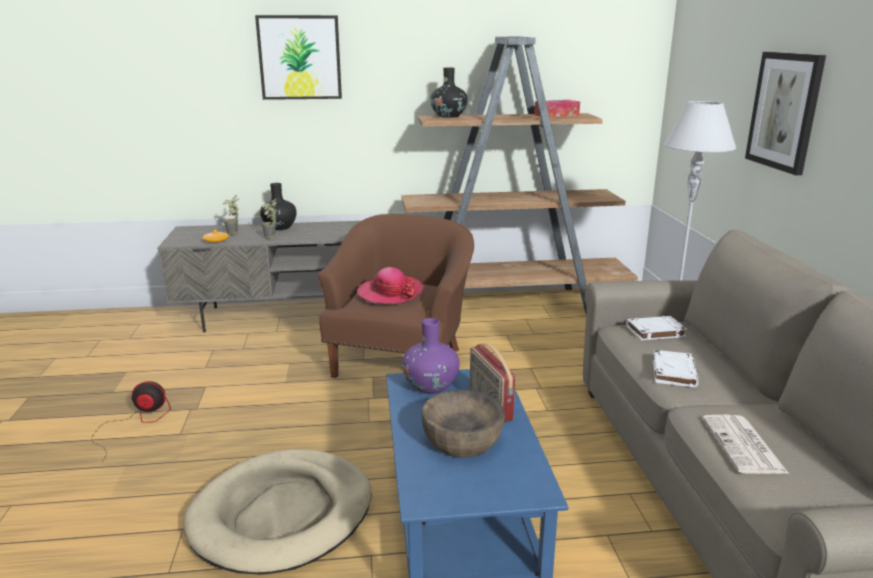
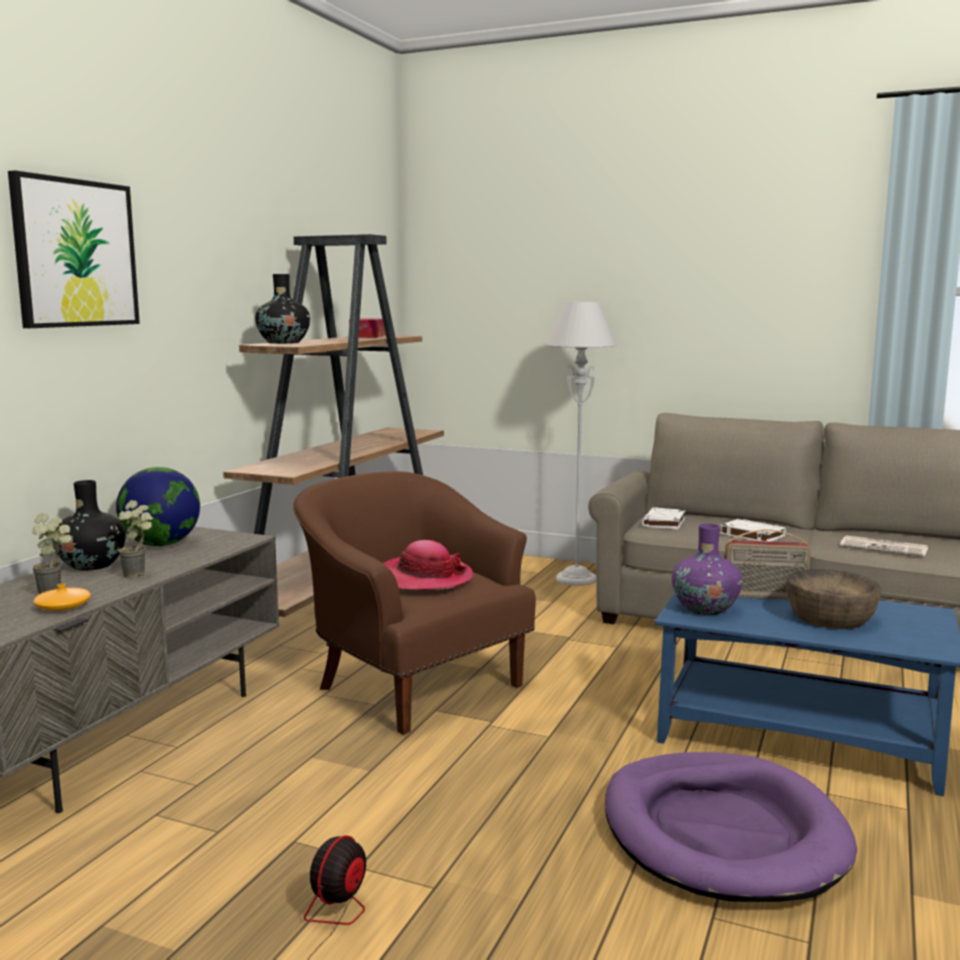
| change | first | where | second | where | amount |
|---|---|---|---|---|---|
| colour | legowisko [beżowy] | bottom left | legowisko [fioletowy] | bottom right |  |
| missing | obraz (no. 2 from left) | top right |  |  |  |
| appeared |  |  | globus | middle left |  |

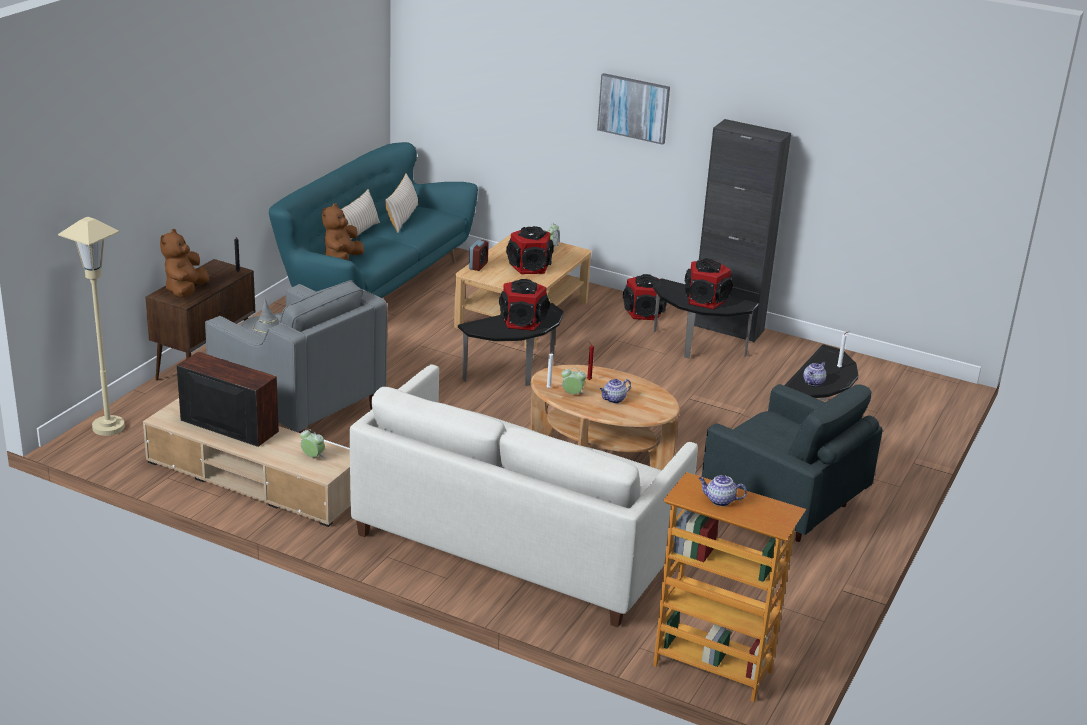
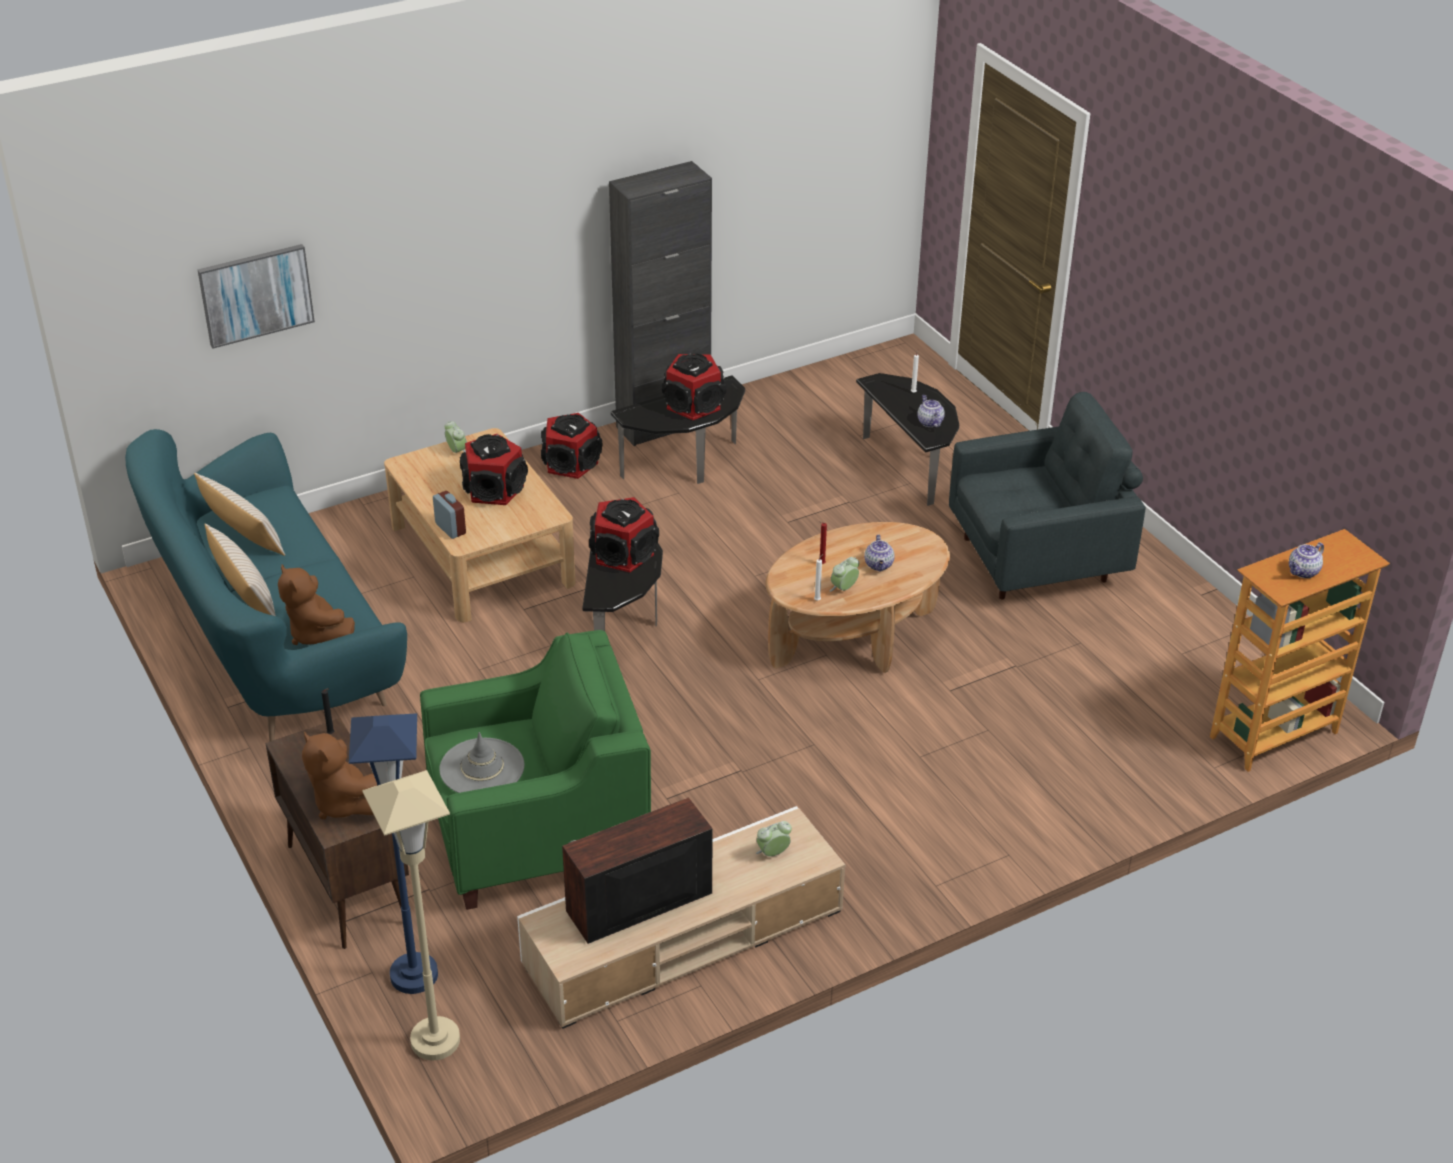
| change | first | where | second | where | amount |
|---|---|---|---|---|---|
| colour | fotel [szary] (no. 1 from left) | middle left | fotel [zielony] | centre |  |
| missing | kanapa [biały] | bottom centre |  |  |  |
| relocated | obraz | top centre |  | top left |  |
| appeared |  |  | lampa stojąca [niebieski] | bottom left |  |

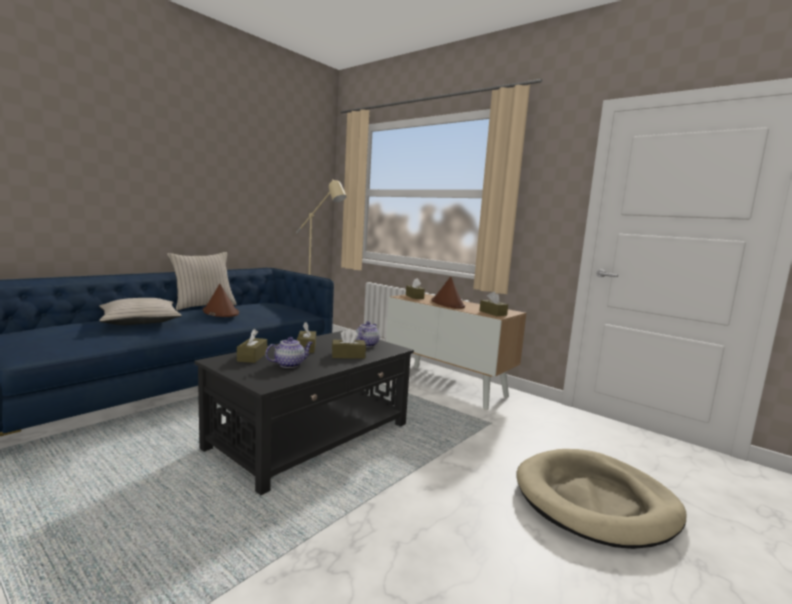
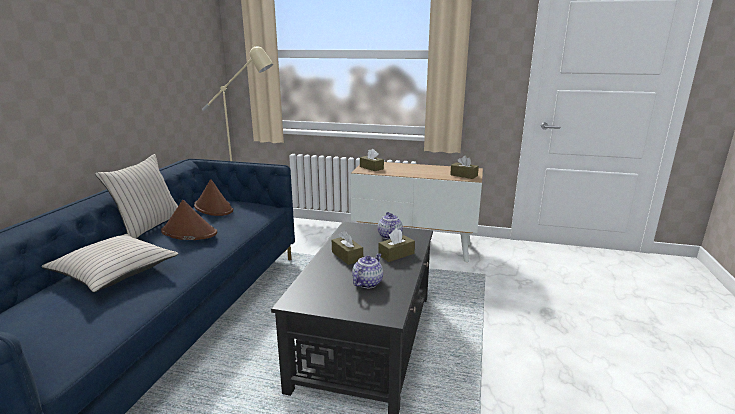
| change | first | where | second | where | amount |
|---|---|---|---|---|---|
| missing | pudełko chusteczek [brązowy] (no. 1 from left) | middle left |  |  |  |
| relocated | kapelusz [brązowy] (no. 2 from left) | centre |  | middle left |  |
| missing | legowisko [beżowy] | bottom right |  |  |  |

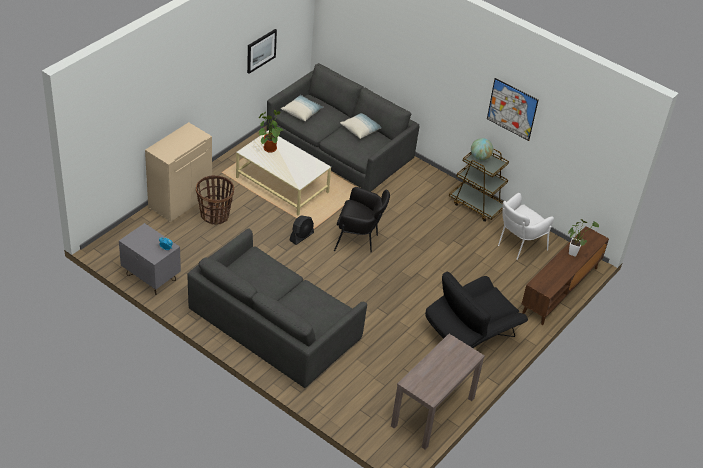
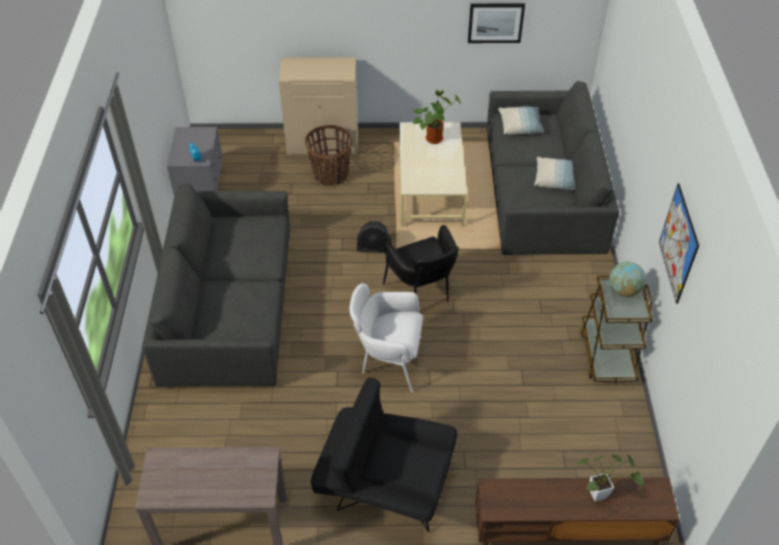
| change | first | where | second | where | amount |
|---|---|---|---|---|---|
| relocated | fotel [biały] | middle right |  | centre |  |

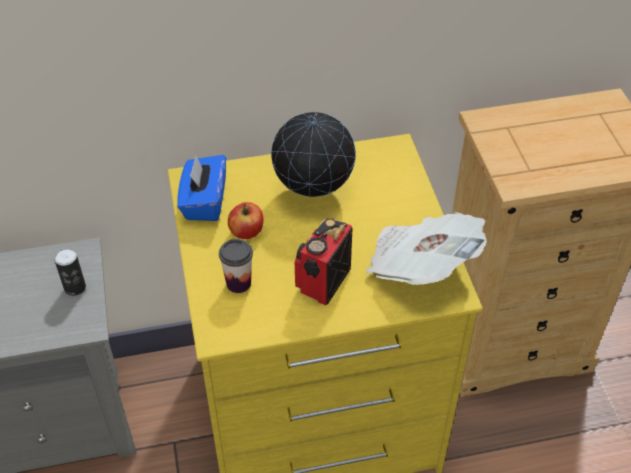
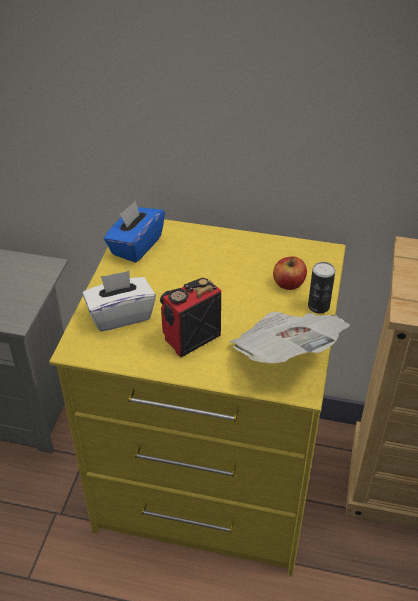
| change | first | where | second | where | amount |
|---|---|---|---|---|---|
| relocated | puszka | middle left |  | middle right |  |
| exchanged | filiżanka | centre | pudełko chusteczek [biały] | middle left |  |
| relocated | jabłko | centre |  | middle right |  |
| missing | globus | top centre |  |  |  |

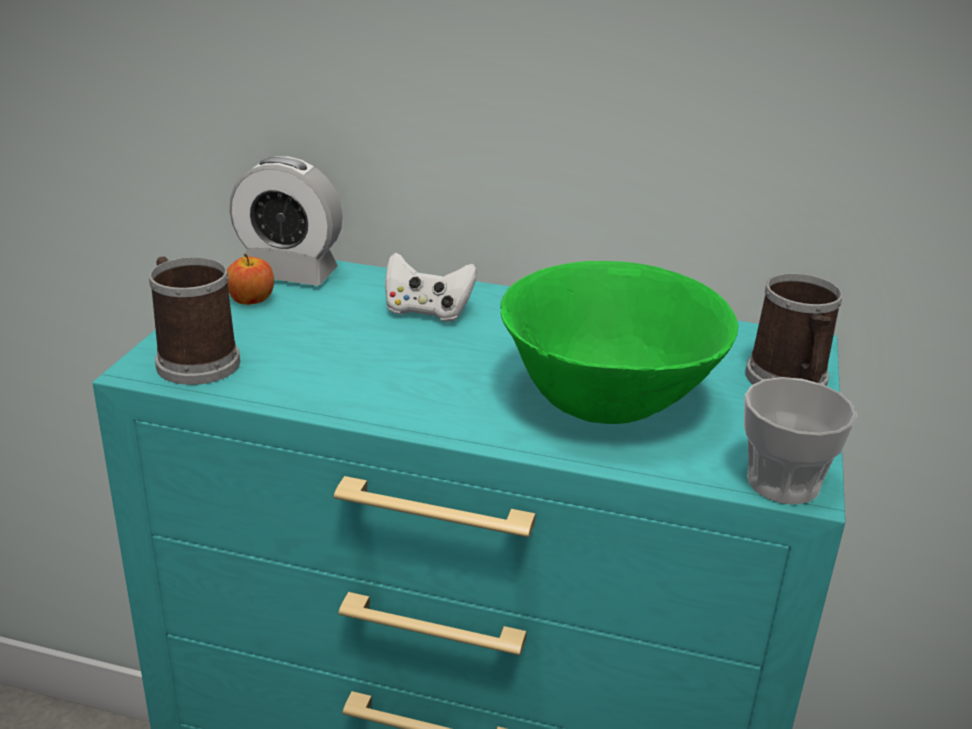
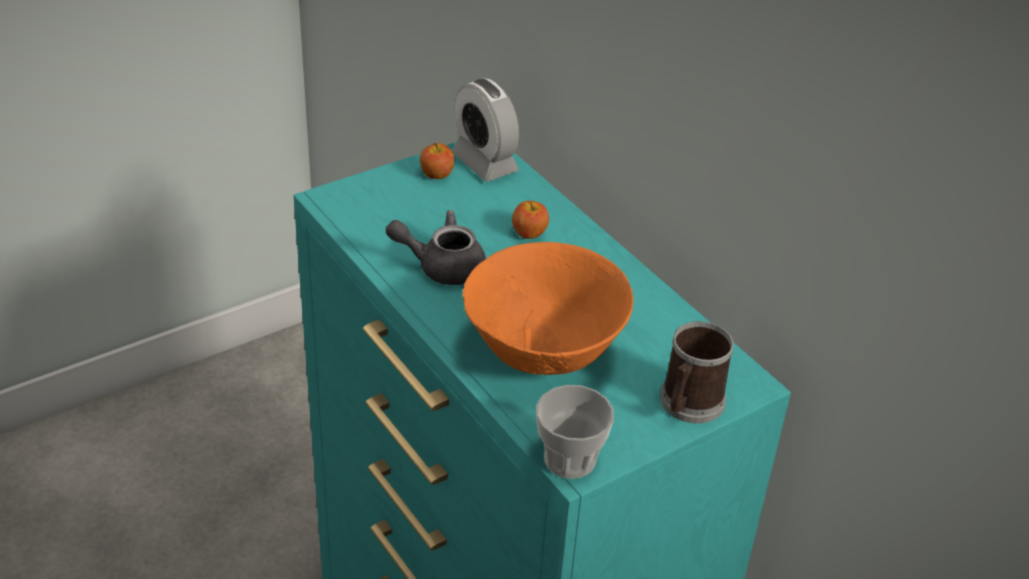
| change | first | where | second | where | amount |
|---|---|---|---|---|---|
| missing | kubek (no. 1 from left) | middle left |  |  |  |
| exchanged | pad do gier [biały] | centre | jabłko (no. 2 from left) | centre |  |
| colour | miska [zielony] | centre | miska [pomarańczowy] | centre |  |
| appeared |  |  | imbryk [szary] | centre |  |

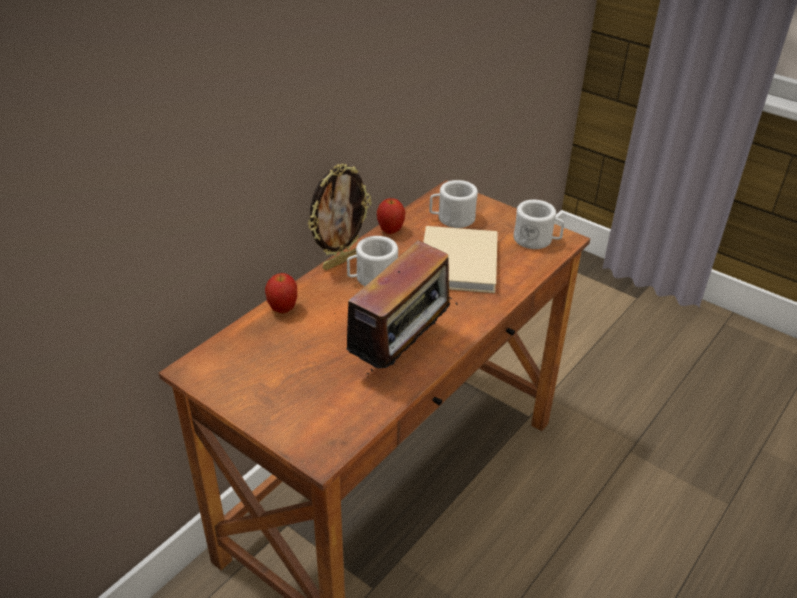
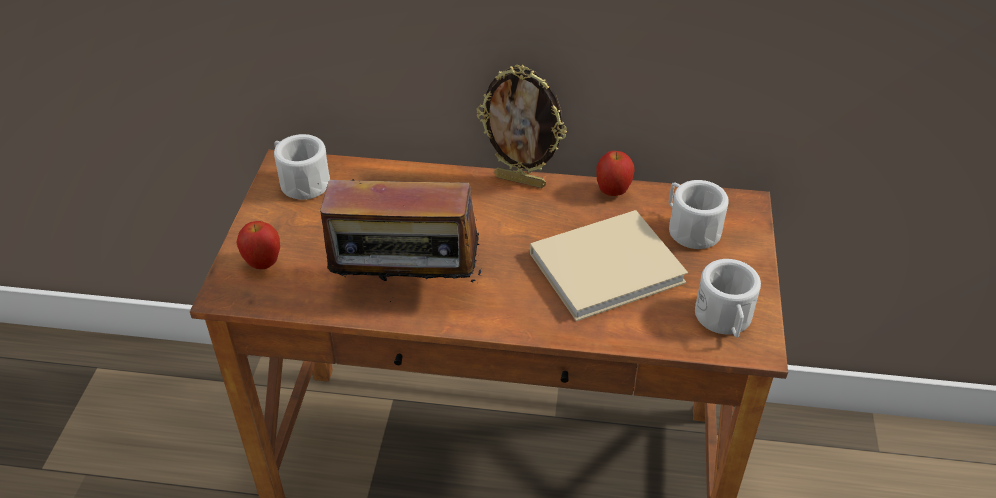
| change | first | where | second | where | amount |
|---|---|---|---|---|---|
| relocated | jabłko (no. 1 from left) | centre |  | middle left |  |
| relocated | kubek [biały] (no. 1 from left) | centre |  | middle left |  |

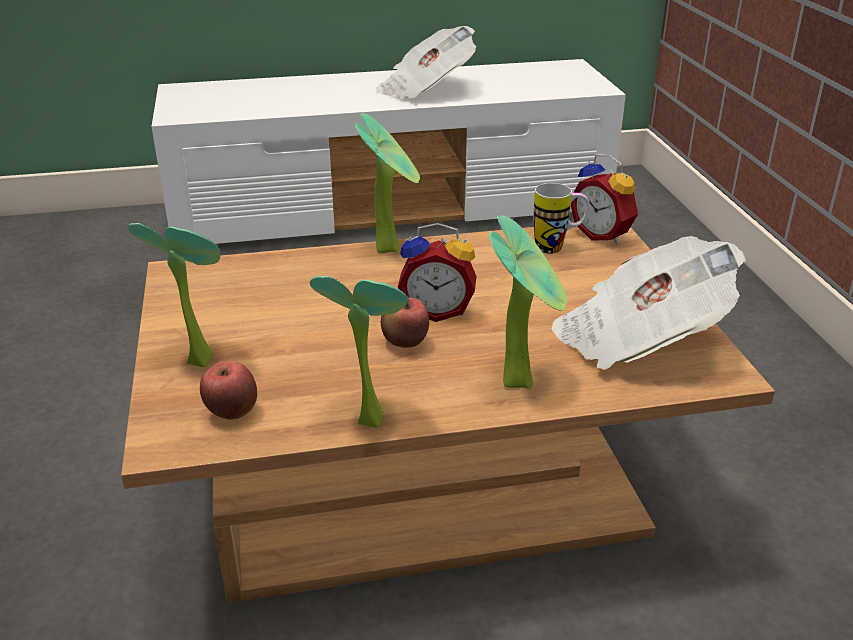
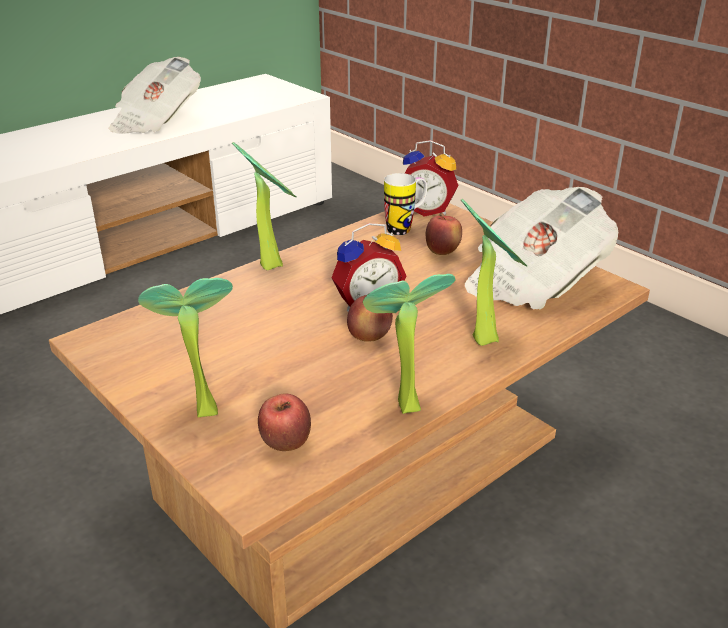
| change | first | where | second | where | amount |
|---|---|---|---|---|---|
| appeared |  |  | jabłko (no. 3 from left) | centre |  |

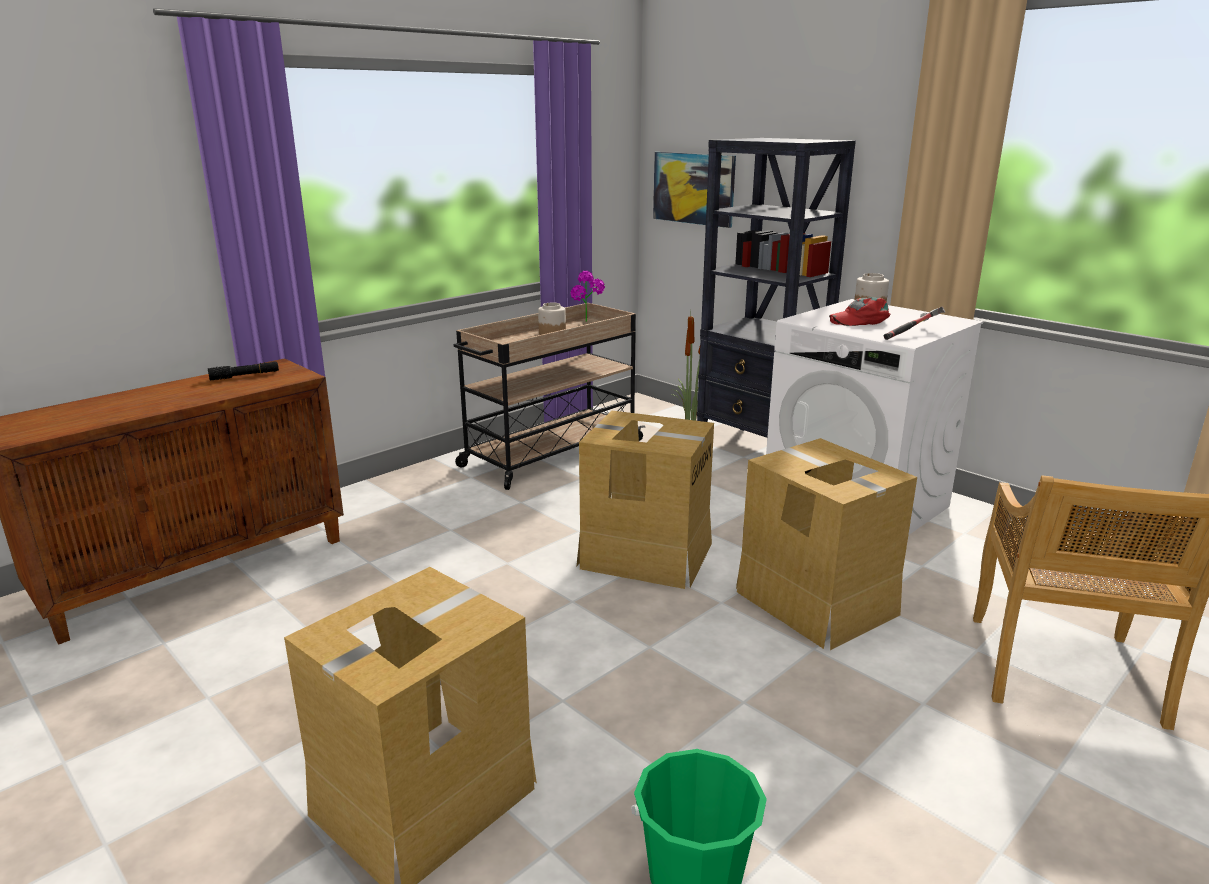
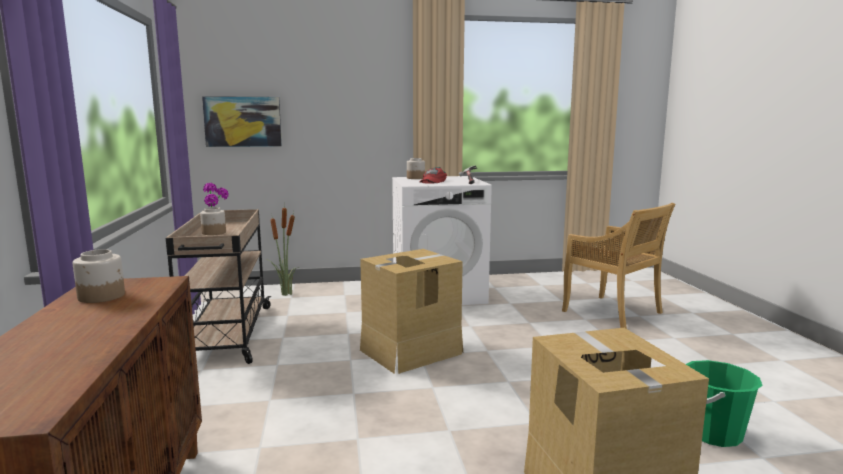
| change | first | where | second | where | amount |
|---|---|---|---|---|---|
| exchanged | latarka [czarny] | middle left | słoik (no. 1 from left) | middle left |  |
| missing | regał [czarny] | top centre |  |  |  |
| missing | karton (no. 3 from left) | middle right |  |  |  |

